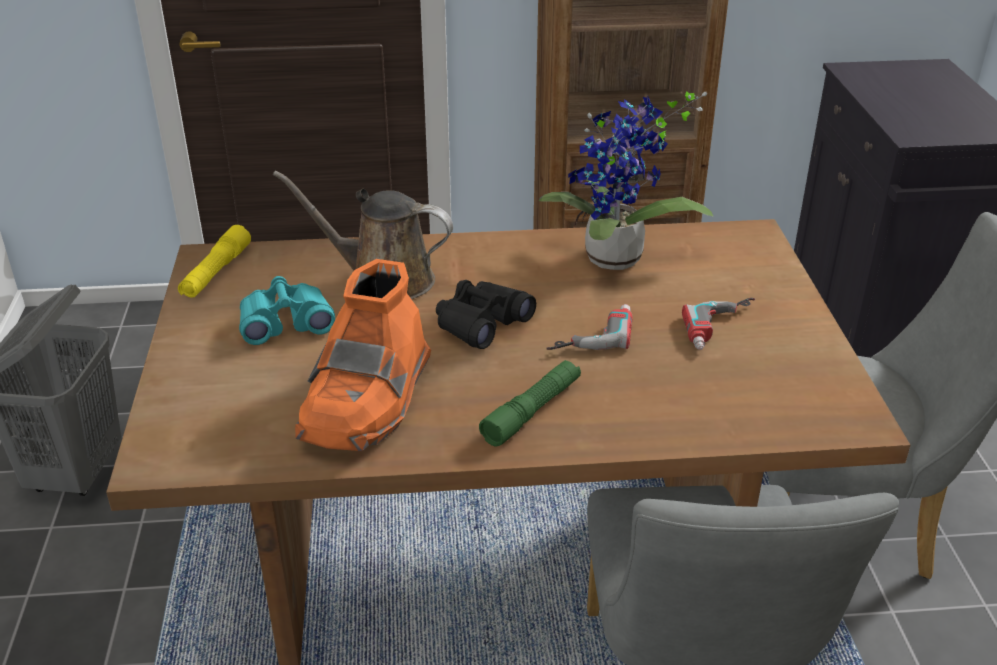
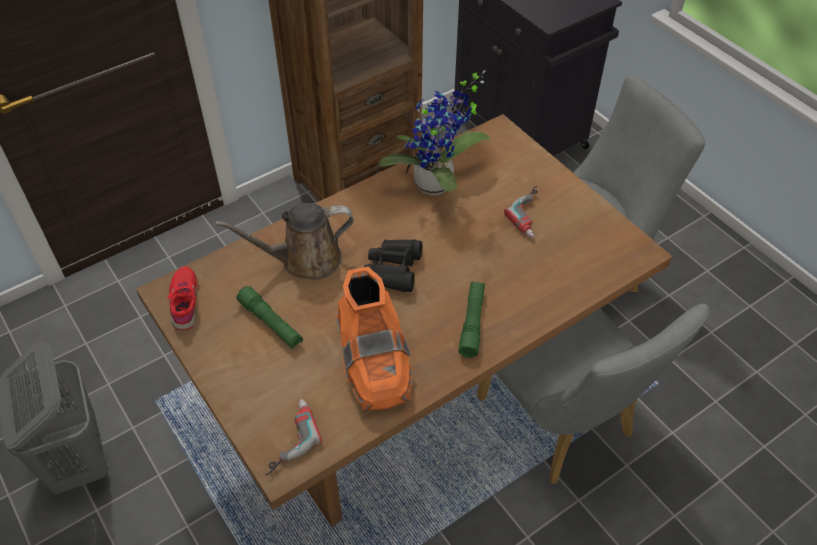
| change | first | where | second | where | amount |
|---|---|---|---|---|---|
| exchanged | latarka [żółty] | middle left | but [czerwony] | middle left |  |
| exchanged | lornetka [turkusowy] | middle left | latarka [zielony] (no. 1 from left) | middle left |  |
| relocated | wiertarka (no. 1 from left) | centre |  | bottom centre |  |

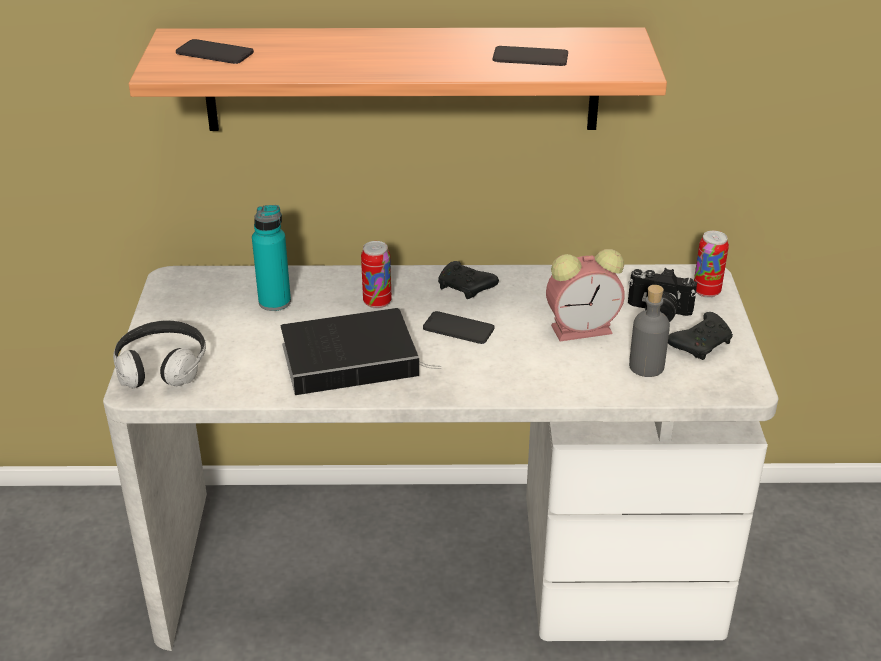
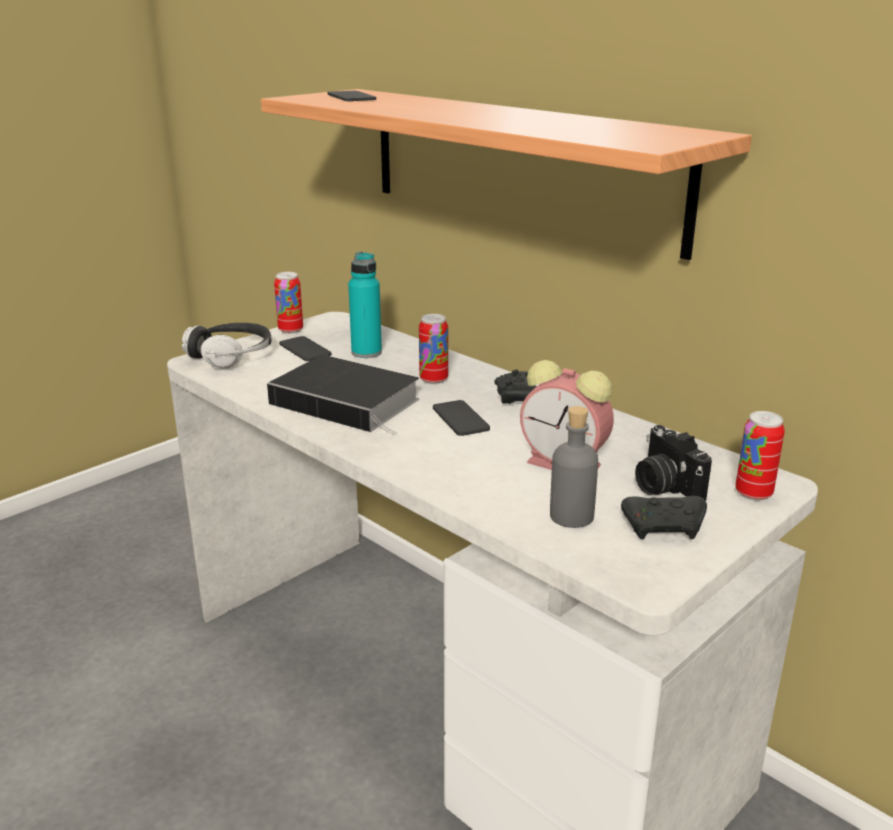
| change | first | where | second | where | amount |
|---|---|---|---|---|---|
| relocated | telefon (no. 3 from left in the first image) | top centre | telefon (no. 1 from left) | centre |  |
| appeared |  |  | puszka (no. 1 from left) | middle left |  |

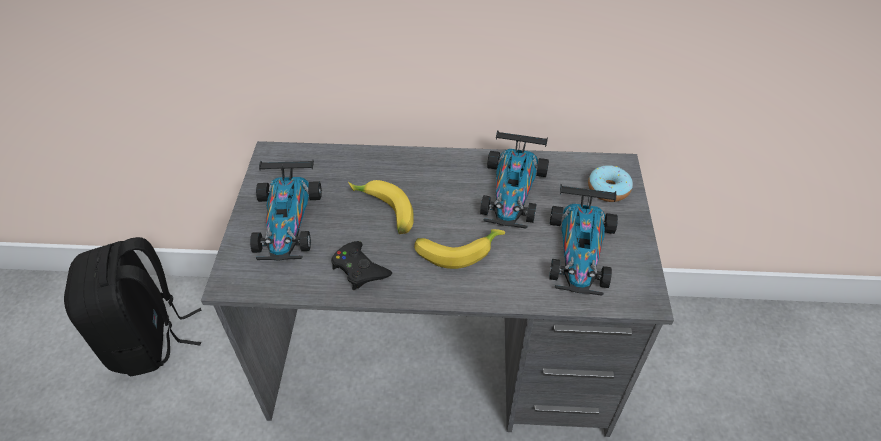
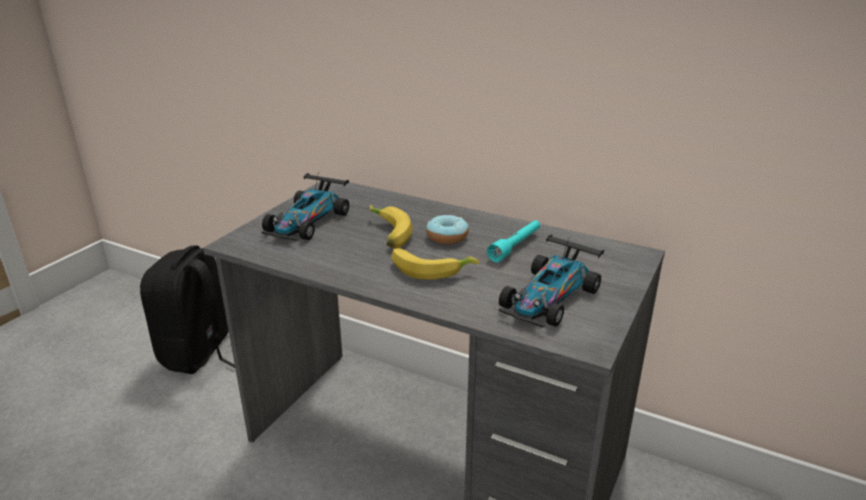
| change | first | where | second | where | amount |
|---|---|---|---|---|---|
| missing | pad do gier [czarny] | centre |  |  |  |
| exchanged | samochodzik (no. 2 from left) | centre | latarka [turkusowy] | centre |  |
| relocated | donut | middle right |  | centre |  |

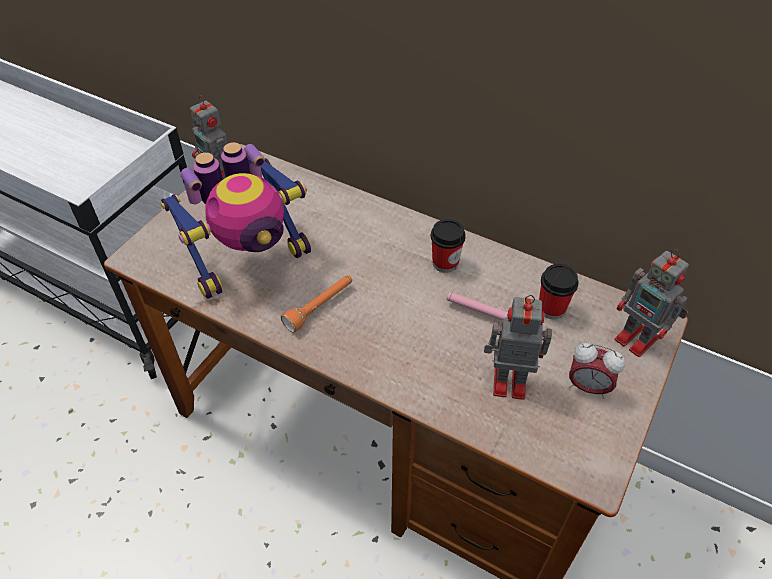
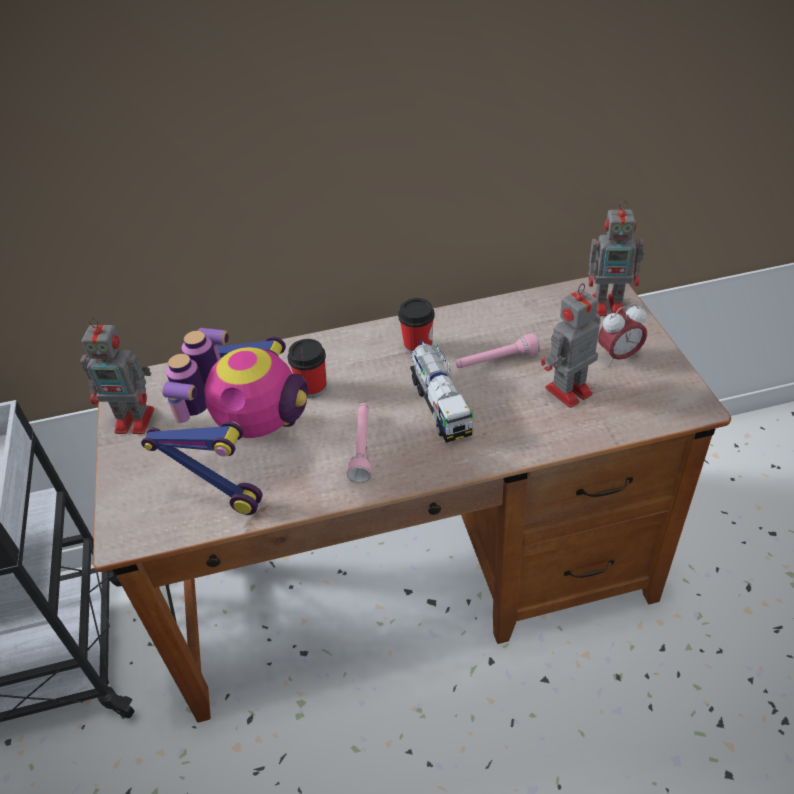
| change | first | where | second | where | amount |
|---|---|---|---|---|---|
| colour | latarka [pomarańczowy] | centre | latarka [różowy] (no. 1 from left) | centre |  |
| relocated | filiżanka (no. 2 from left in the first image) | middle right | filiżanka (no. 1 from left) | centre |  |
| appeared |  |  | ciężarówka zabawkowa | centre |  |

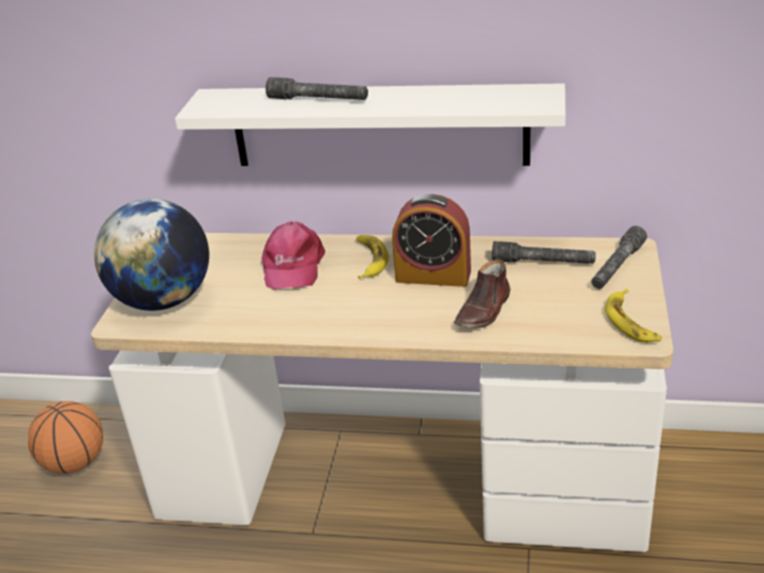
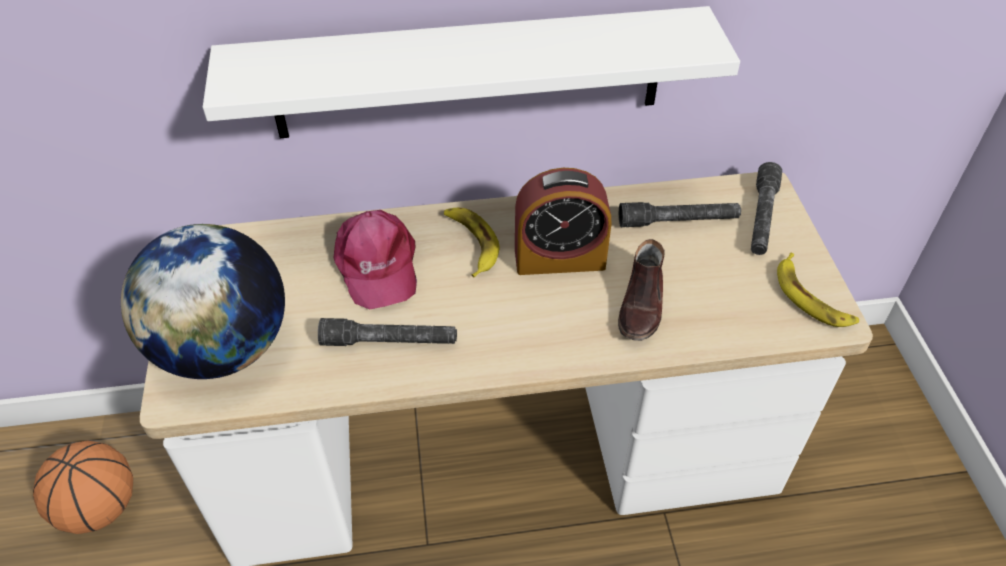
| change | first | where | second | where | amount |
|---|---|---|---|---|---|
| relocated | latarka [szary] (no. 1 from left) | top centre |  | centre |  |

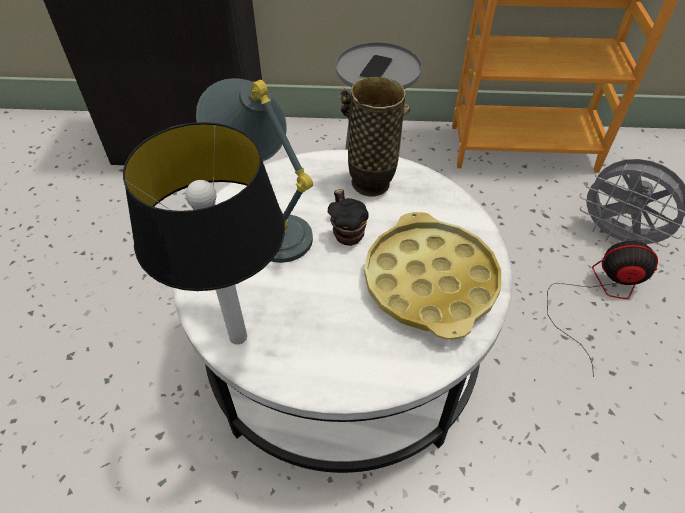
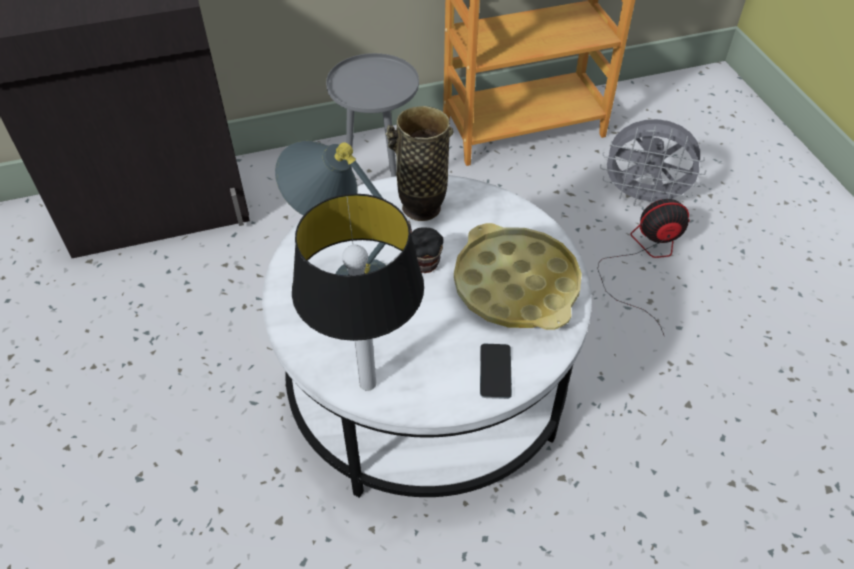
| change | first | where | second | where | amount |
|---|---|---|---|---|---|
| relocated | telefon | top centre |  | centre |  |

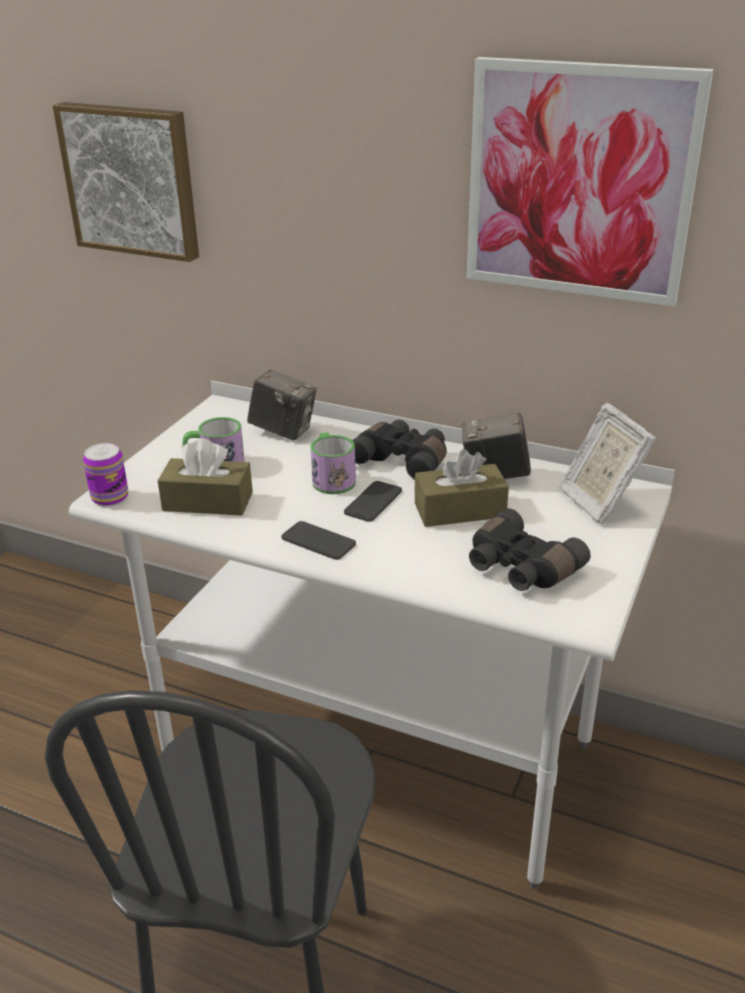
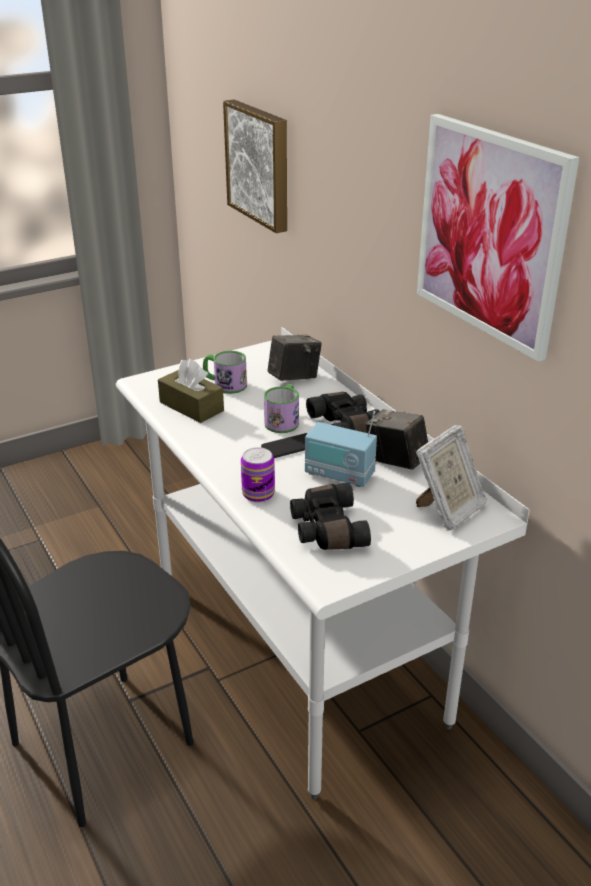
| change | first | where | second | where | amount |
|---|---|---|---|---|---|
| relocated | puszka | middle left |  | centre |  |
| spun | aparat fotograficzny (no. 1 from left) | centre |  | centre | 90 degrees counterclockwise |
| missing | telefon (no. 1 from left) | centre |  |  |  |
| exchanged | pudełko chusteczek [brązowy] (no. 2 from left) | centre | radio | centre |  |
| spun | ramka na zdjęcie | middle right |  | middle right | 150 degrees counterclockwise |

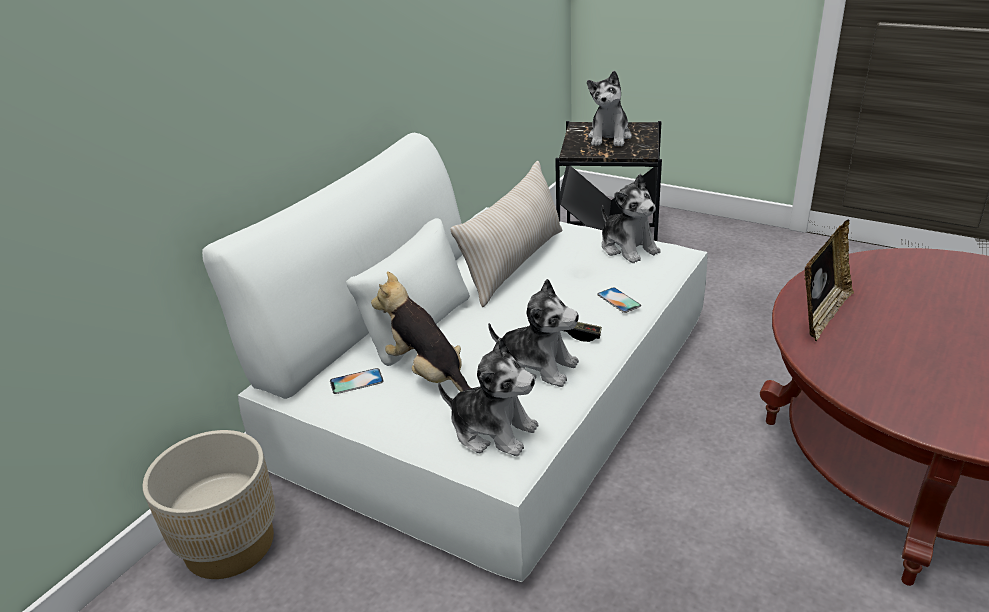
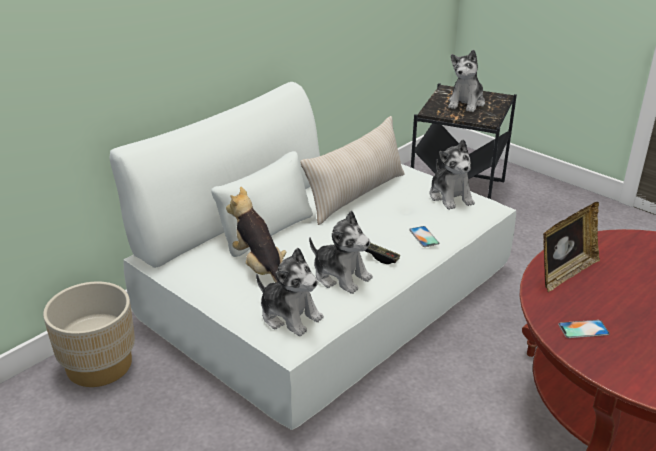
| change | first | where | second | where | amount |
|---|---|---|---|---|---|
| relocated | telefon (no. 1 from left in the first image) | centre | telefon (no. 2 from left) | bottom right |  |

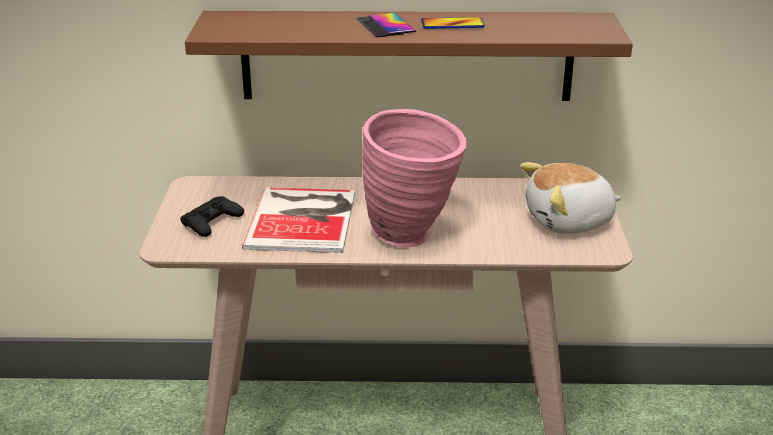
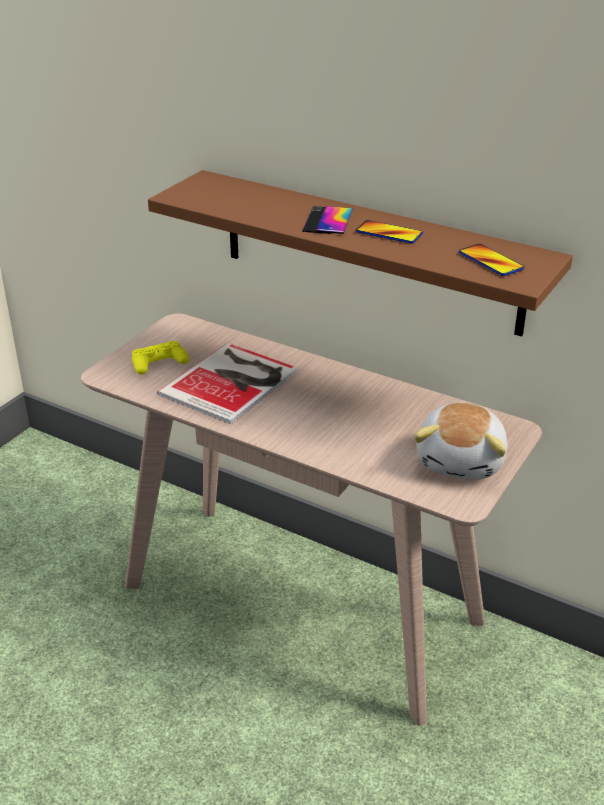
| change | first | where | second | where | amount |
|---|---|---|---|---|---|
| colour | pad do gier [czarny] | middle left | pad do gier [żółty] | middle left |  |
| missing | wazon [różowy] | centre |  |  |  |
| spun | pluszak | middle right |  | middle right | 90 degrees counterclockwise |
| appeared |  |  | telefon (no. 3 from left) | top right |  |

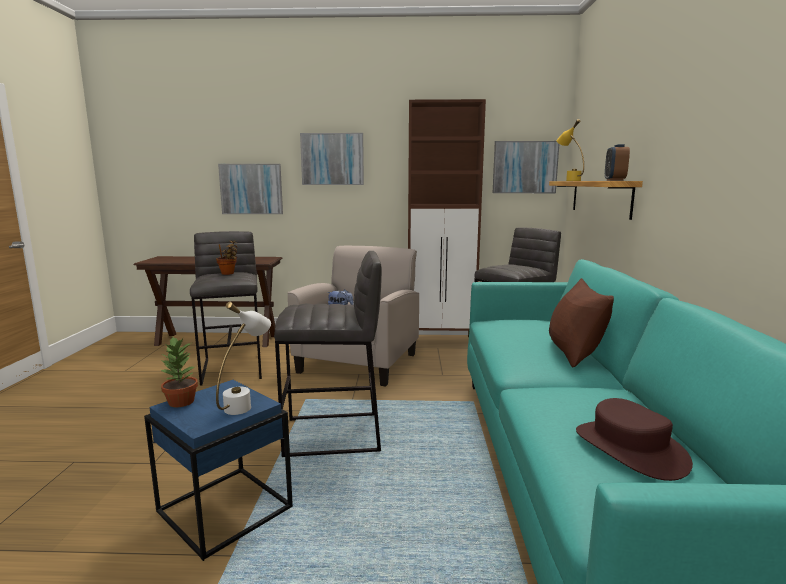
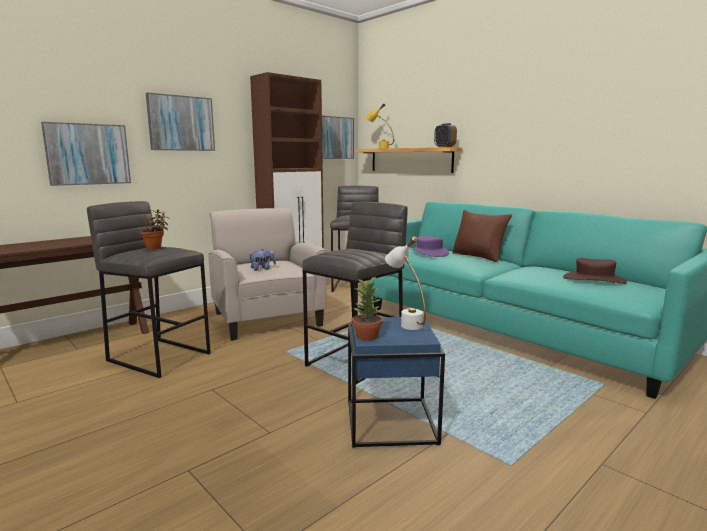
| change | first | where | second | where | amount |
|---|---|---|---|---|---|
| appeared |  |  | kapelusz [fioletowy] | centre |  |

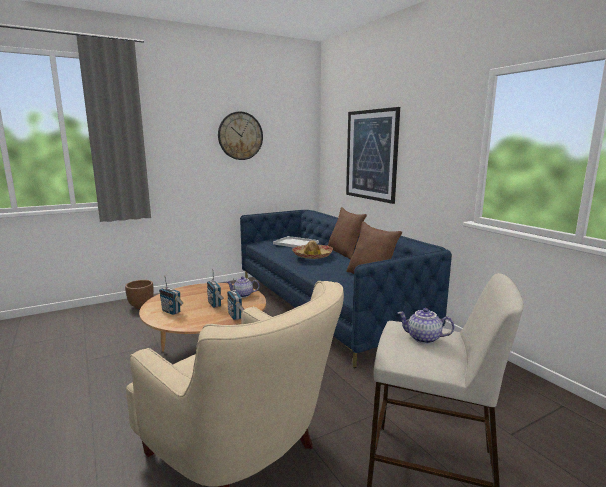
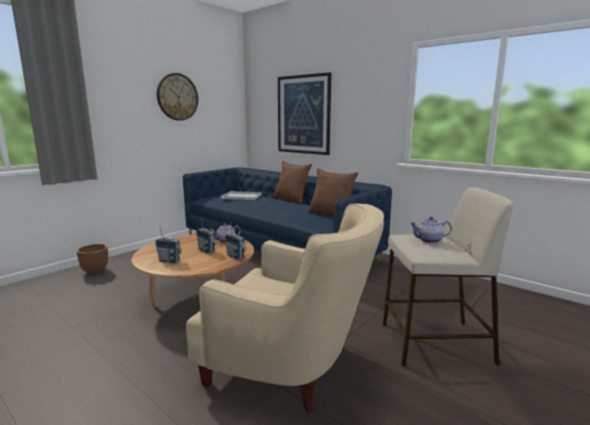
| change | first | where | second | where | amount |
|---|---|---|---|---|---|
| missing | kapelusz | centre |  |  |  |

